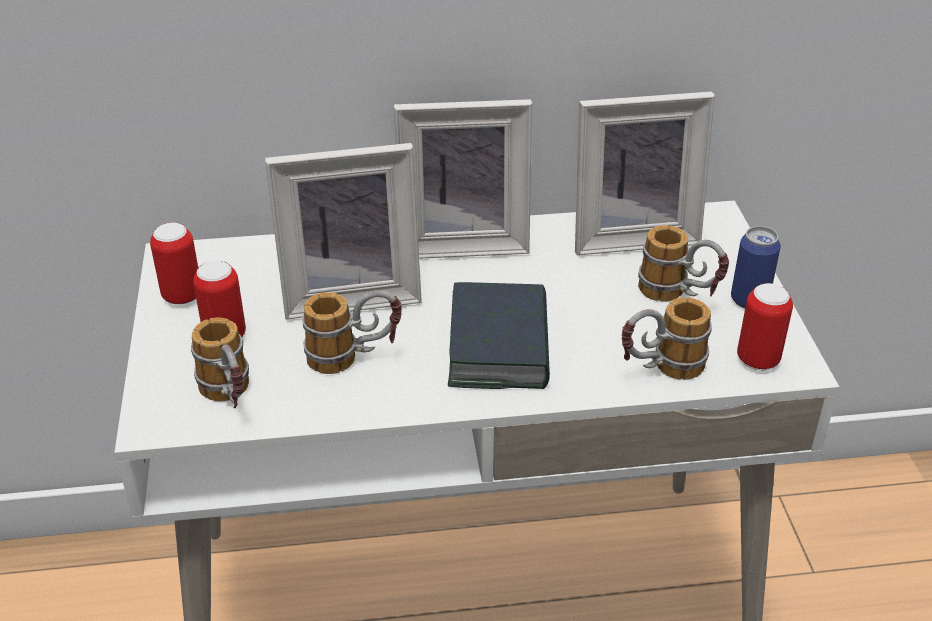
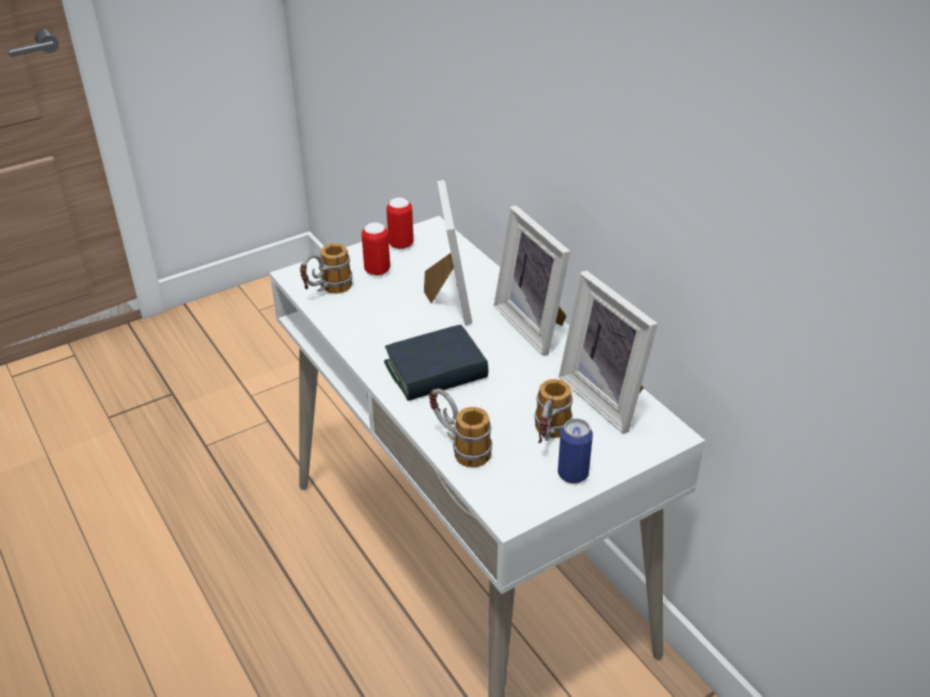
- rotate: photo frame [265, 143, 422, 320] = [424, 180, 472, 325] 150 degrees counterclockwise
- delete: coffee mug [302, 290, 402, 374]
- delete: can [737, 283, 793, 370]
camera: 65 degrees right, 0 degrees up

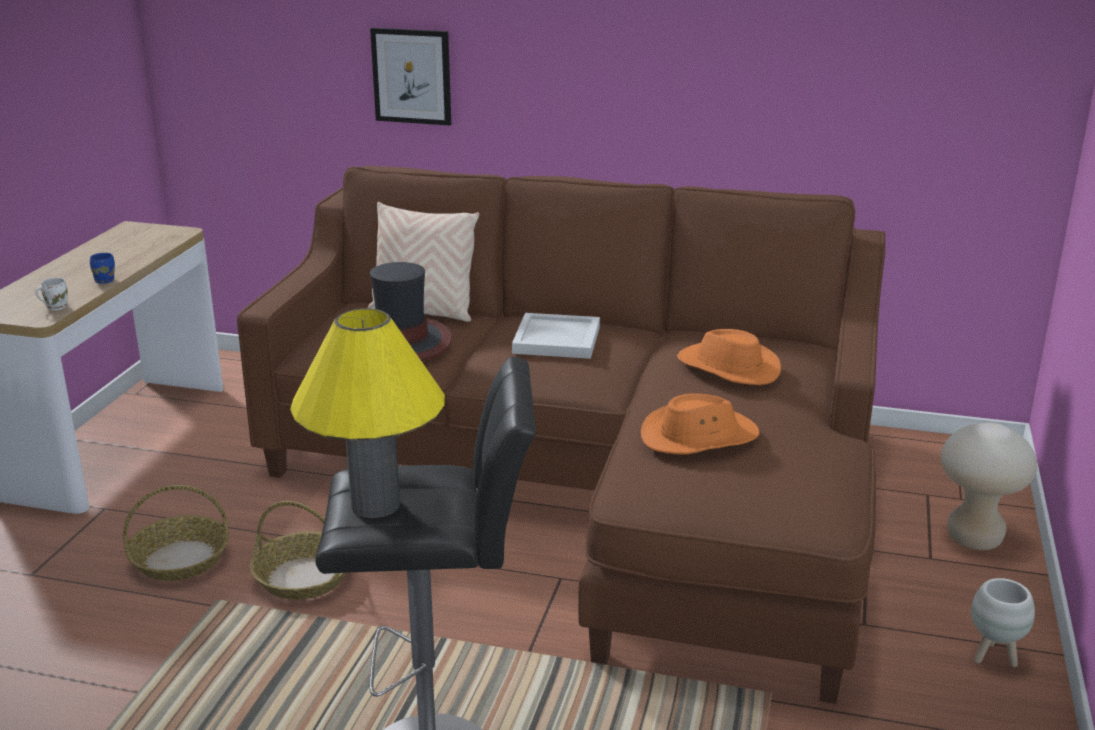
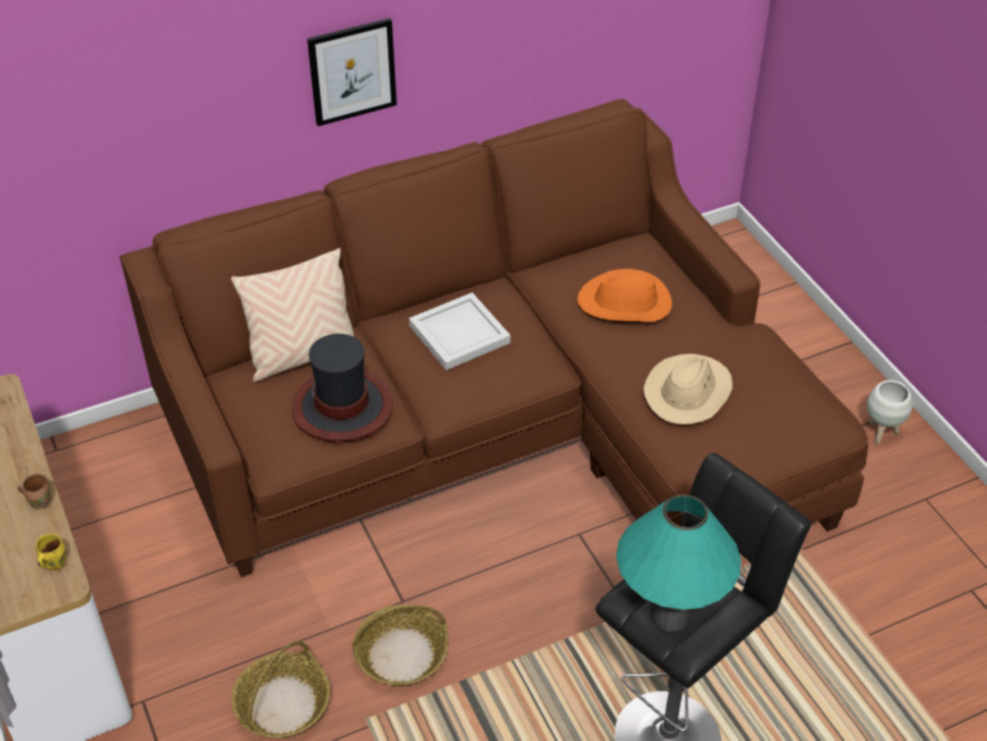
- recolor: coffee mug/white [35, 277, 68, 311] to coffee mug/yellow-coloured [36, 534, 66, 571]
- recolor: coffee mug/bluish [90, 253, 115, 283] to coffee mug/brownish [17, 473, 51, 509]
- recolor: table lamp/yellow-coloured [290, 308, 445, 518] to table lamp/turquoise-coloured [616, 494, 741, 632]
- move: wall art [370, 28, 451, 125] to [307, 18, 397, 126]
- recolor: clothing hat/orange-coloured [641, 393, 760, 455] to clothing hat/sand-coloured [643, 354, 733, 425]
- delete: stool seat/sand-coloured [941, 423, 1037, 550]
camera: 40 degrees left, 20 degrees up

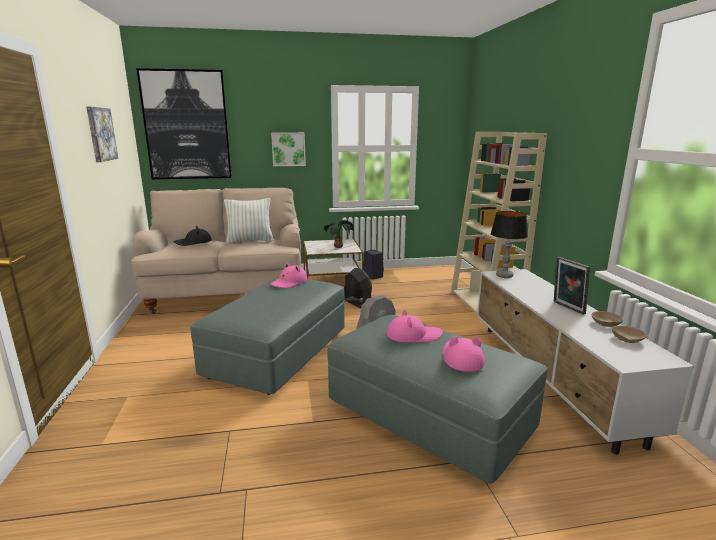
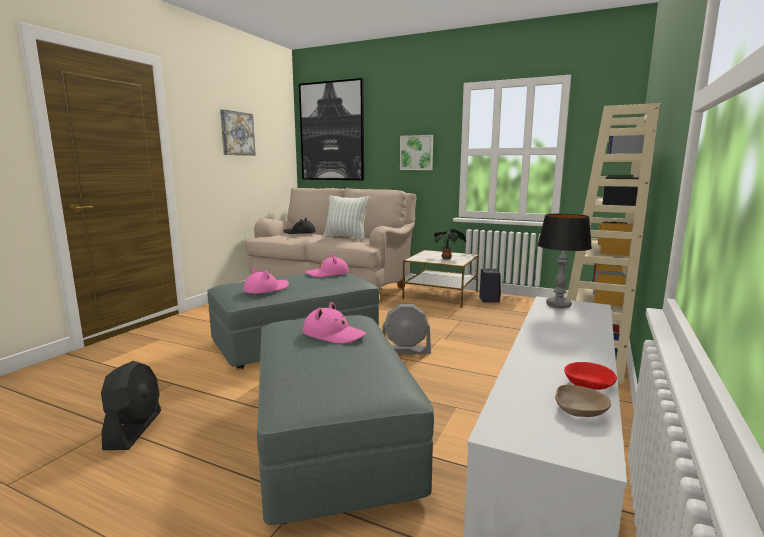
- move: fan/blackish [344, 268, 372, 308] to [101, 361, 161, 450]
- move: clothing hat/pinkish [443, 337, 485, 372] to [243, 268, 289, 294]
- delete: photo frame [554, 257, 590, 315]
- recolor: bowl/sand-coloured [591, 311, 623, 327] to bowl/red-coloured [564, 362, 617, 390]
camera: 35 degrees right, 5 degrees down

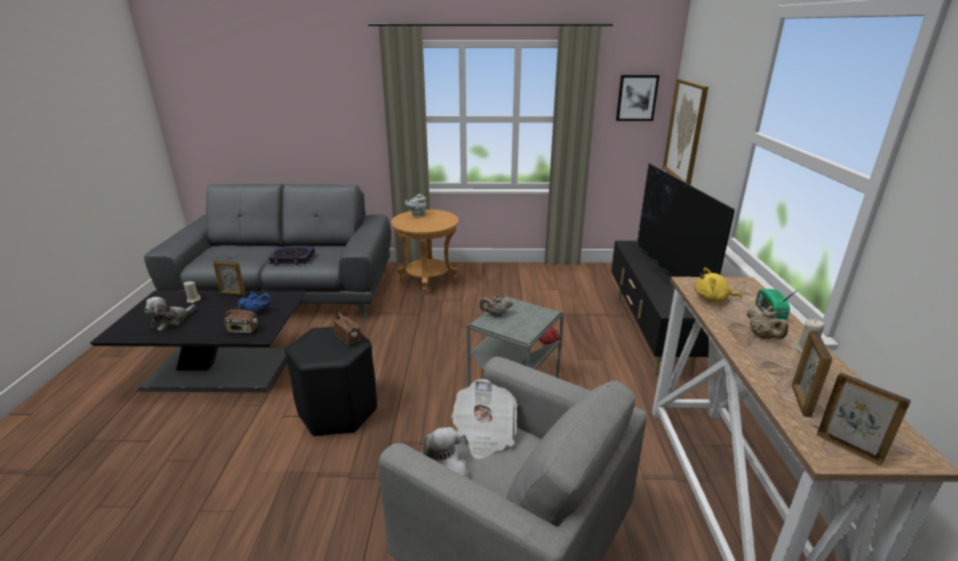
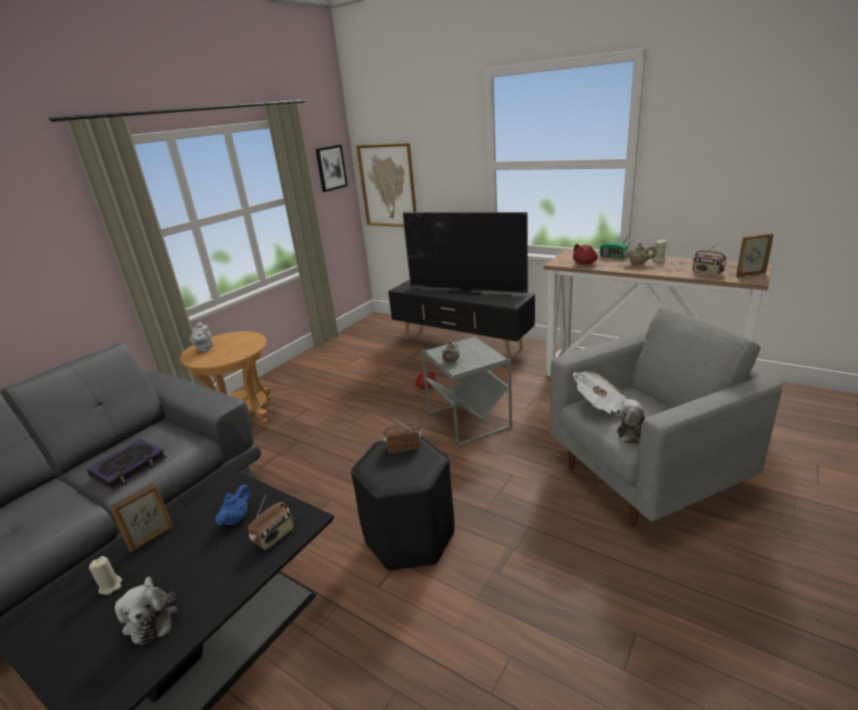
- recolor: cuddly toy/yellow-coloured [695, 268, 742, 303] to cuddly toy/red-coloured [573, 244, 598, 264]
- replace: photo frame [792, 330, 832, 417] to radio set [692, 242, 726, 275]
camera: 55 degrees left, 0 degrees up

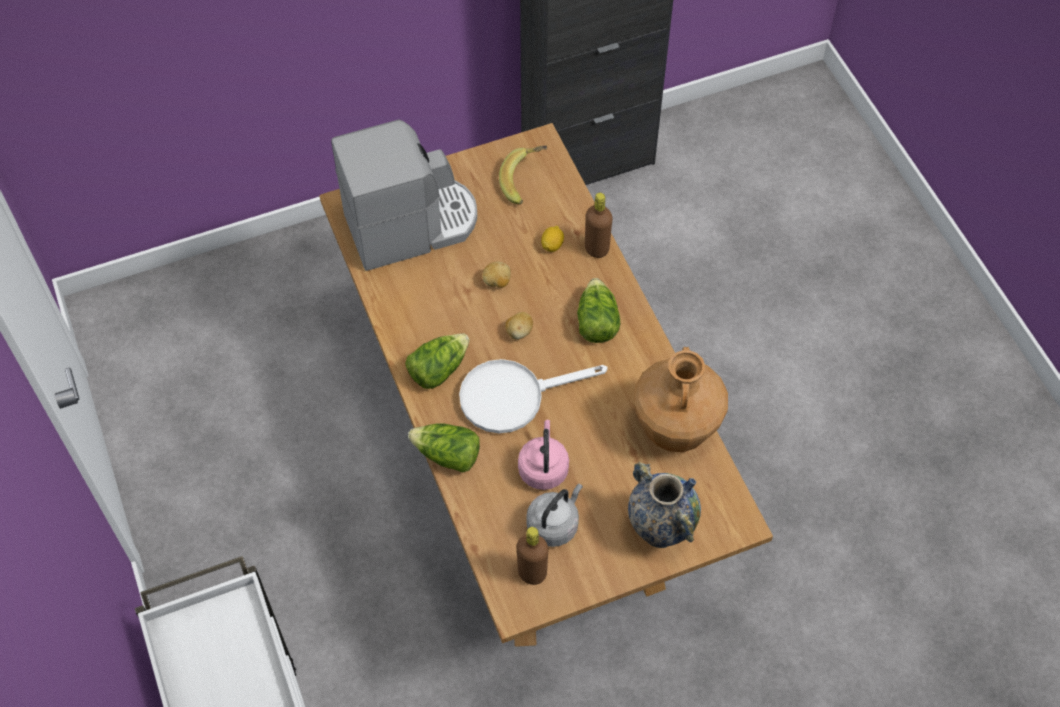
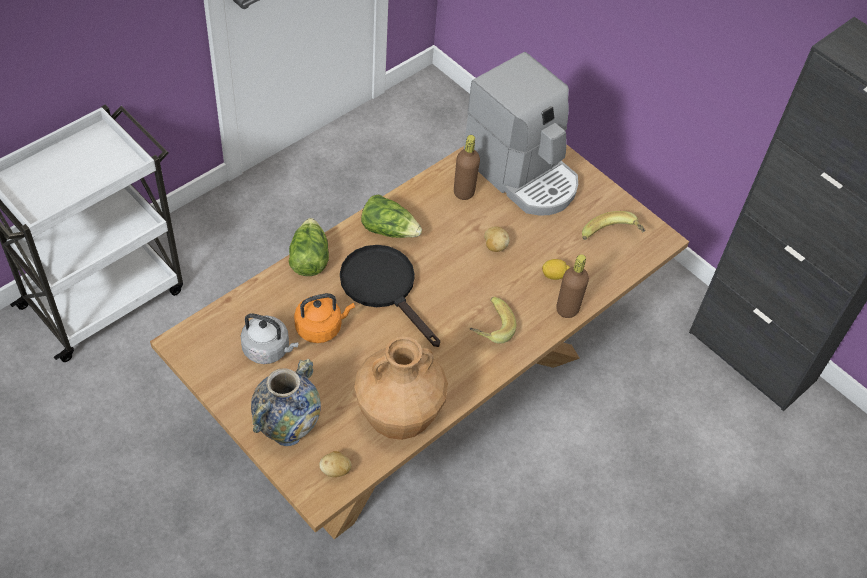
- recolor: frying pan/white [459, 359, 608, 433] to frying pan/blackish [340, 245, 440, 347]
- move: whole potato [505, 312, 533, 340] to [319, 451, 351, 477]
- move: drink bottle/brownish [517, 527, 548, 585] to [454, 135, 480, 200]
- recolor: water kettle/pinkish [518, 420, 569, 490] to water kettle/orange-coloured [294, 293, 355, 343]
- replace: head of lettuce [577, 278, 620, 343] to banana [470, 297, 516, 344]
camera: 65 degrees right, 5 degrees down

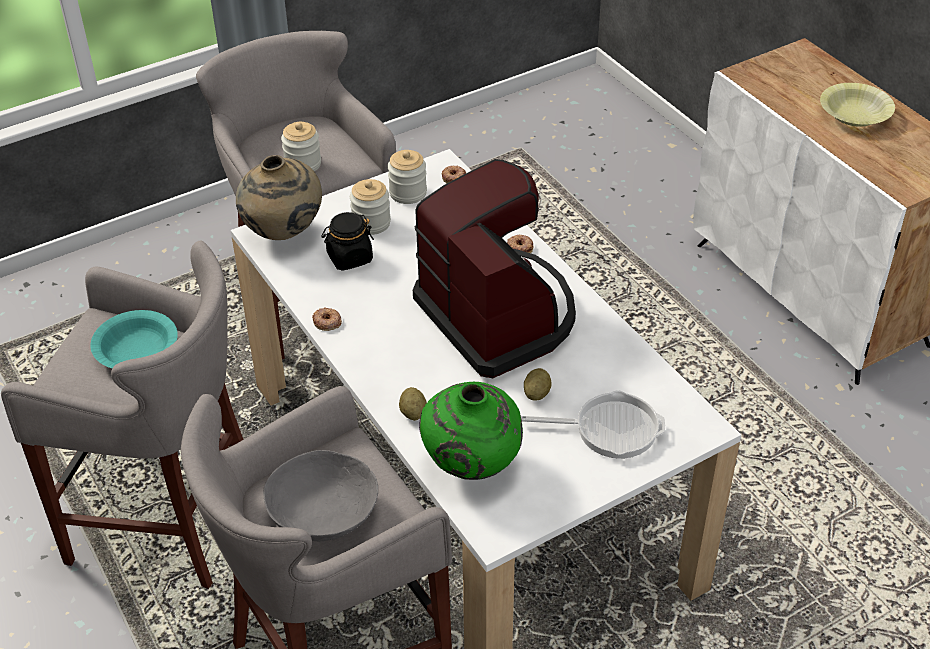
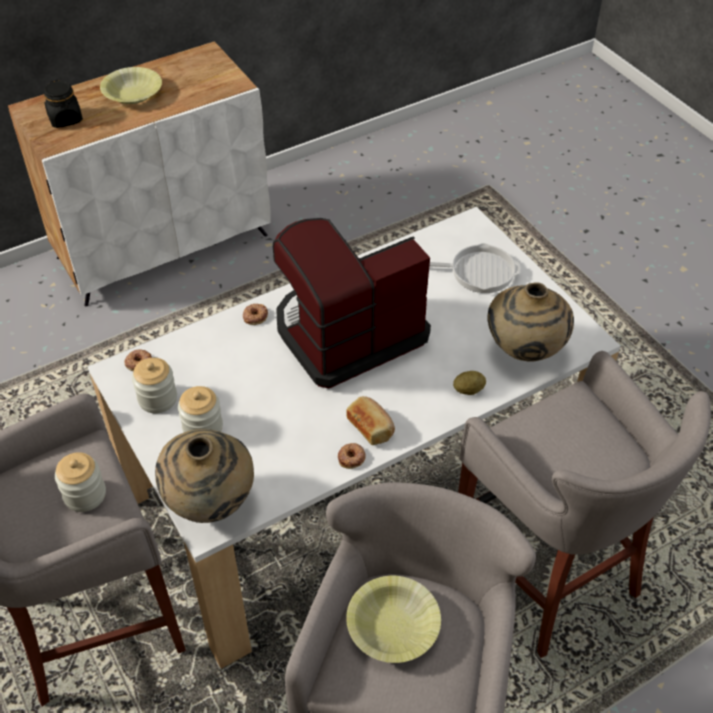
- recolor: bowl/turquoise-coloured [90, 310, 178, 368] to bowl/yellow-coloured [346, 576, 441, 663]
- delete: bowl/grey [263, 450, 378, 542]
- move: storage jar/blackish [321, 212, 374, 271] to [44, 80, 83, 128]
- recolor: flower vase/greenish [419, 382, 523, 480] to flower vase/sand-coloured [487, 282, 574, 362]
- rotate: frying pan [521, 390, 665, 459] = [429, 243, 520, 293] 90 degrees clockwise
- delete: whole potato [524, 368, 551, 401]
- insert: bread [346, 396, 395, 445]
camera: 90 degrees left, 5 degrees up

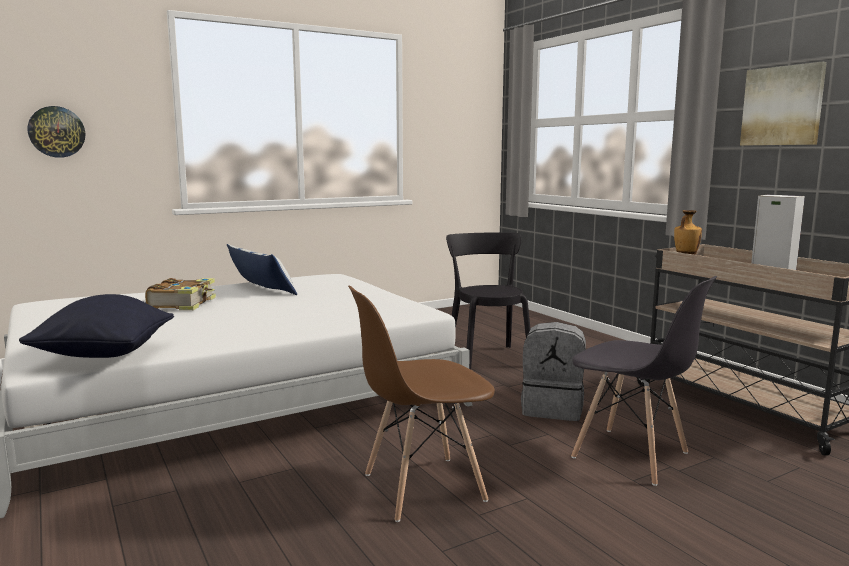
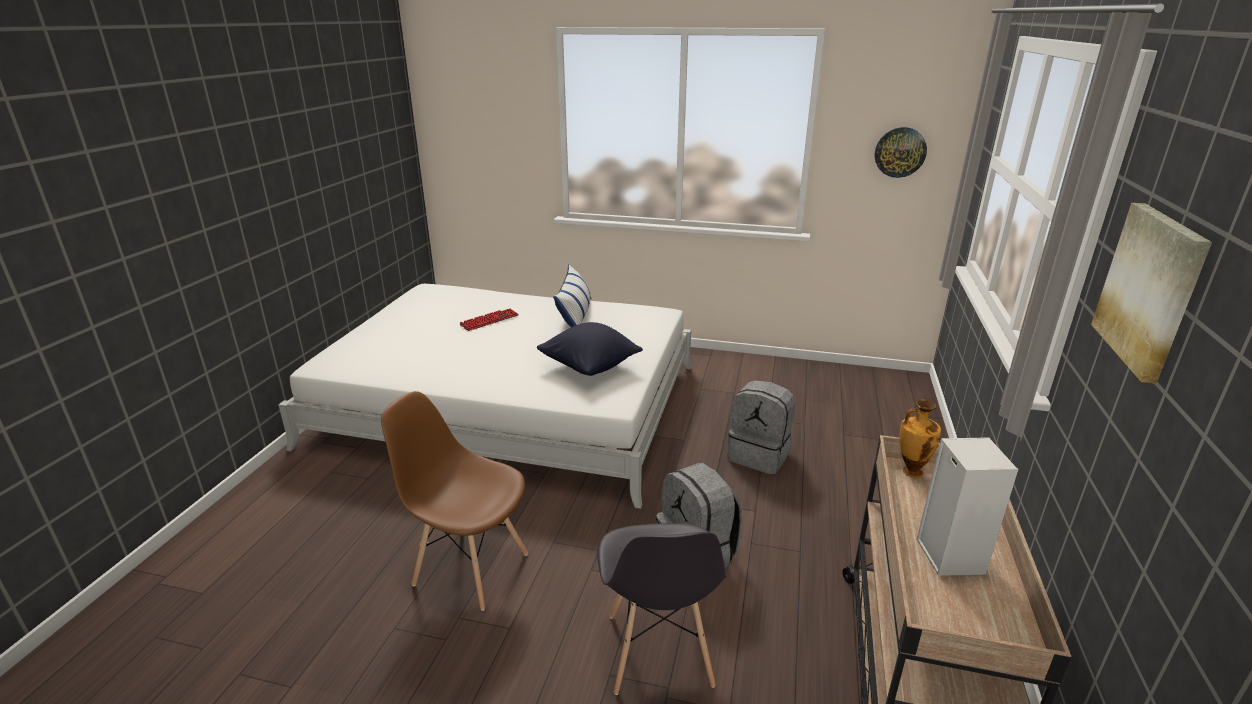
- move: pillow/blackish [19, 294, 174, 358] to [537, 322, 643, 376]
- move: clock on the wall [28, 106, 85, 158] to [874, 127, 927, 178]
- replace: book [145, 278, 216, 310] to computer keyboard [459, 308, 519, 331]
- replace: upright chair/blackish [446, 232, 531, 370] to rucksack/grey [728, 380, 796, 475]
camera: 45 degrees right, 15 degrees up

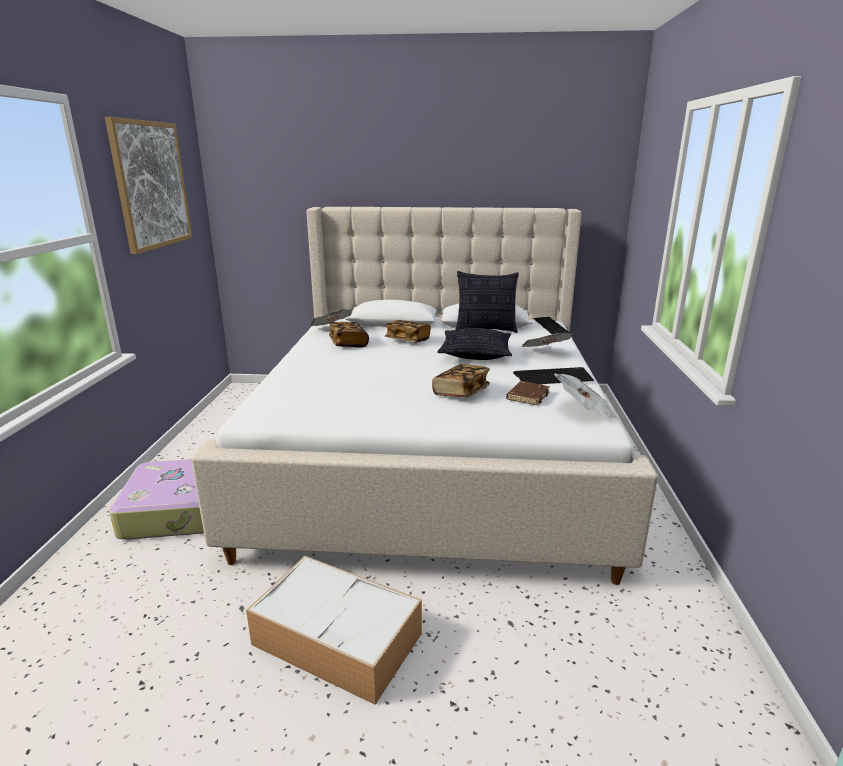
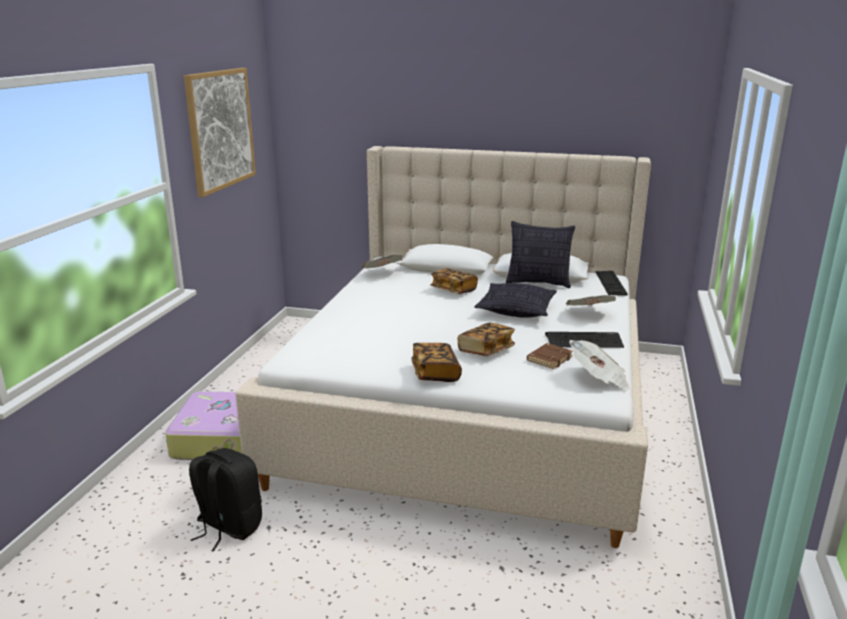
- delete: storage bin [246, 556, 422, 705]
- move: book [329, 322, 369, 348] to [412, 343, 462, 382]
- insert: rucksack/blackish [189, 448, 262, 552]
camera: 10 degrees right, 0 degrees up

